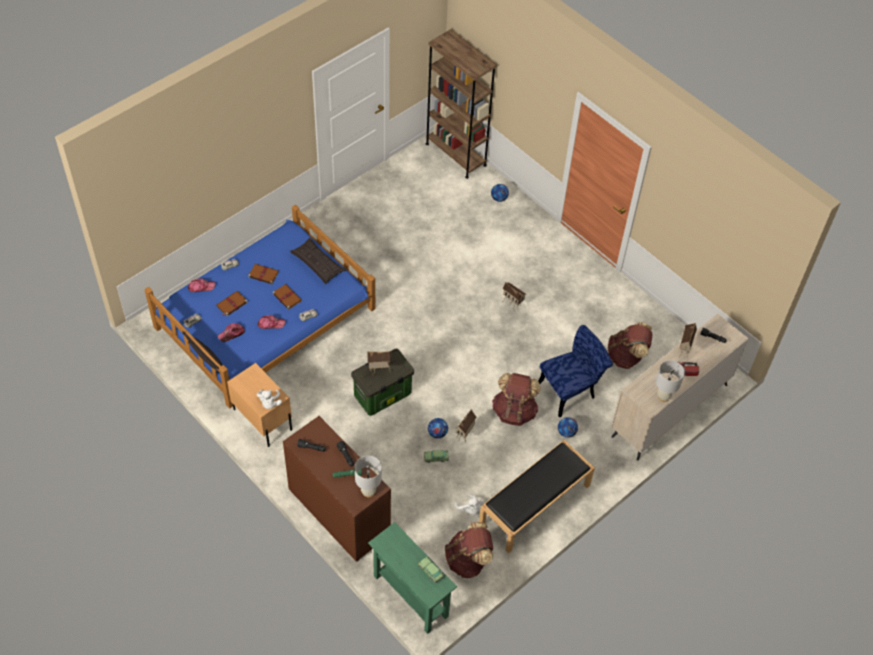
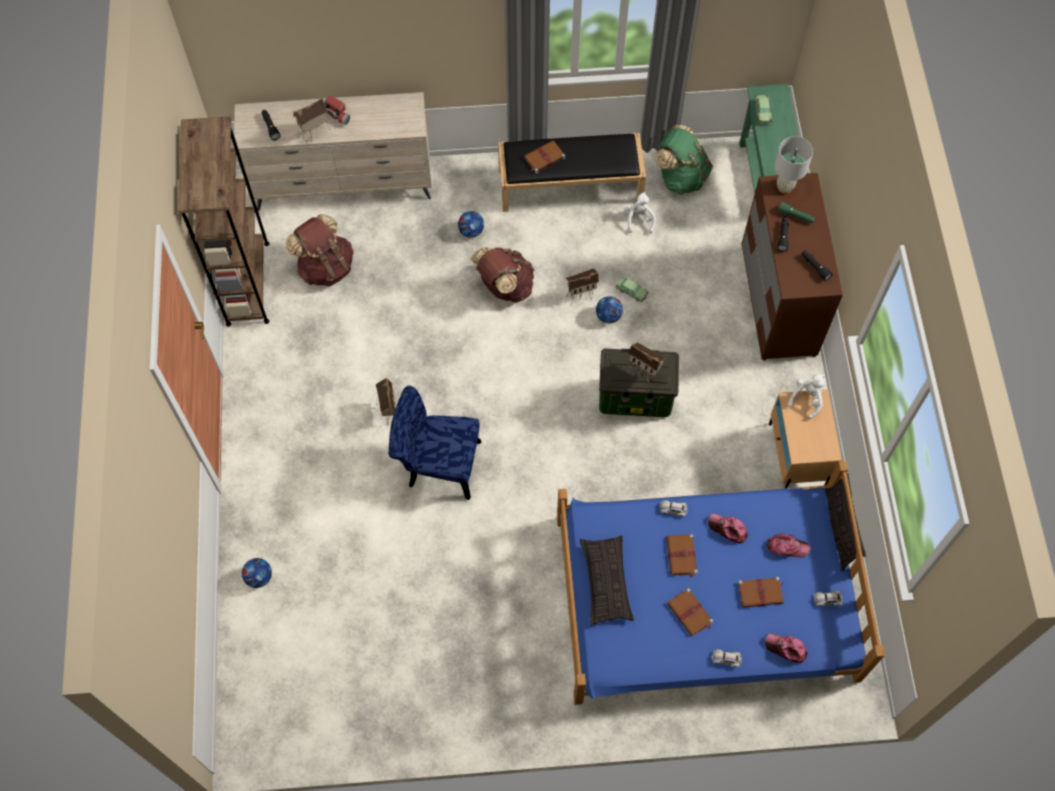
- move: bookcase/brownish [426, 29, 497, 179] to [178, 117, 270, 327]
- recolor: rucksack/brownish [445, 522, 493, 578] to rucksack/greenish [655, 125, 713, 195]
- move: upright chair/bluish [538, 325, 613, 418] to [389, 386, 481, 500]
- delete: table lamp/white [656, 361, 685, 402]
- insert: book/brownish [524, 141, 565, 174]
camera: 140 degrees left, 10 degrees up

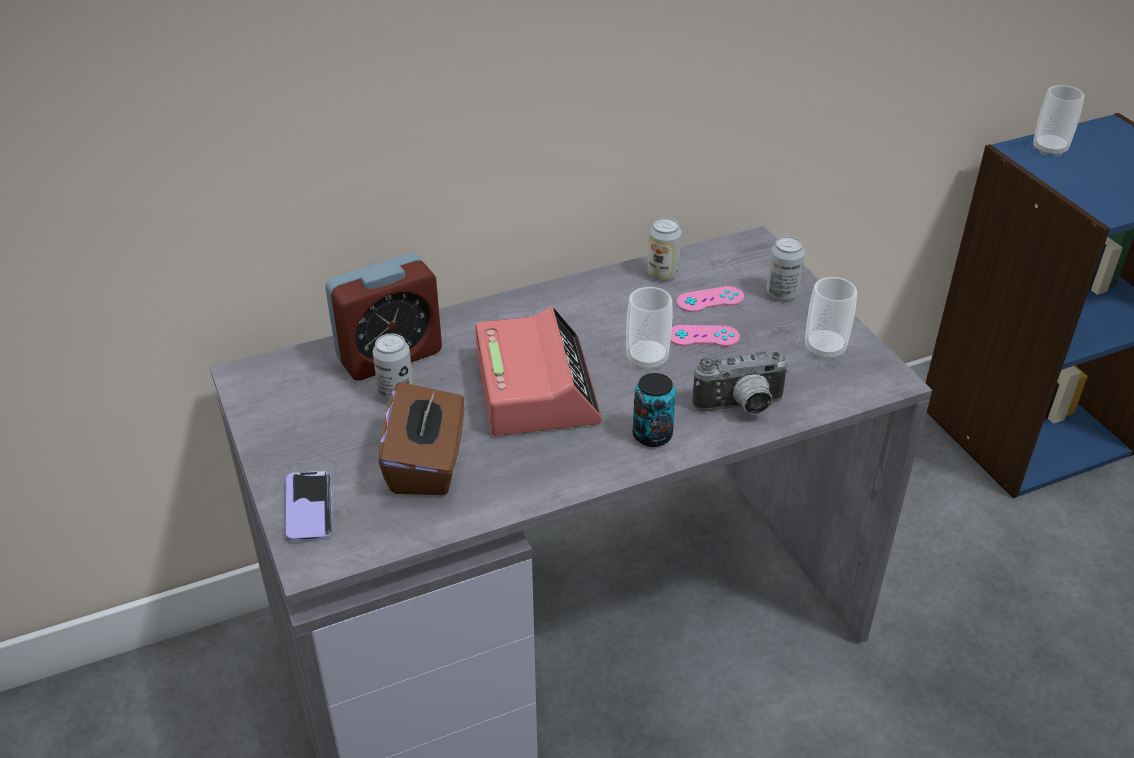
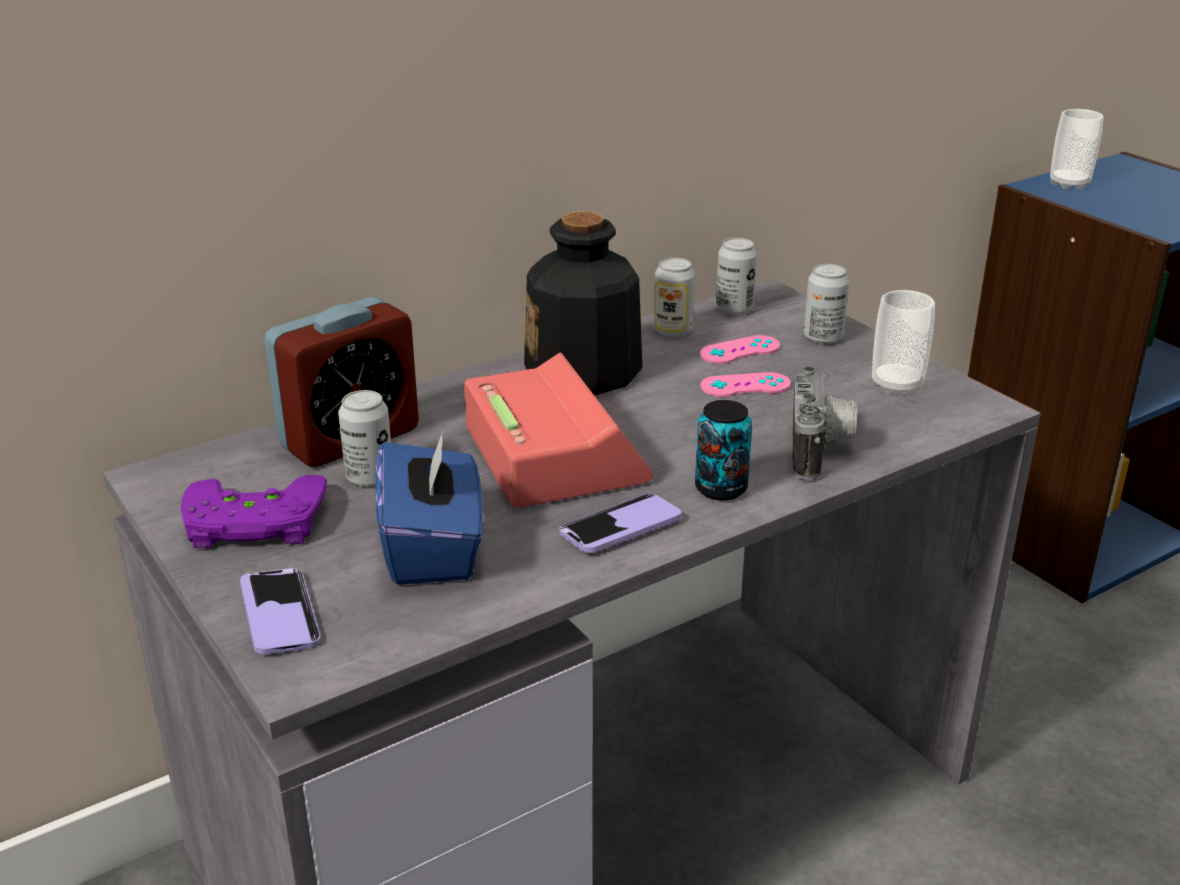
- recolor: box of tissues/brownish [379, 382, 464, 495] to box of tissues/bluish [375, 428, 483, 585]
- delete: small cup [626, 287, 673, 370]
- rotate: photo camera [692, 351, 789, 415] = [793, 367, 857, 480] 60 degrees counterclockwise
- insert: game controller/purplish [181, 475, 327, 548]
- insert: drink bottle [524, 211, 642, 395]
- insert: telephone [559, 494, 681, 553]
- insert: can [716, 238, 757, 315]
camera: 10 degrees left, 10 degrees down

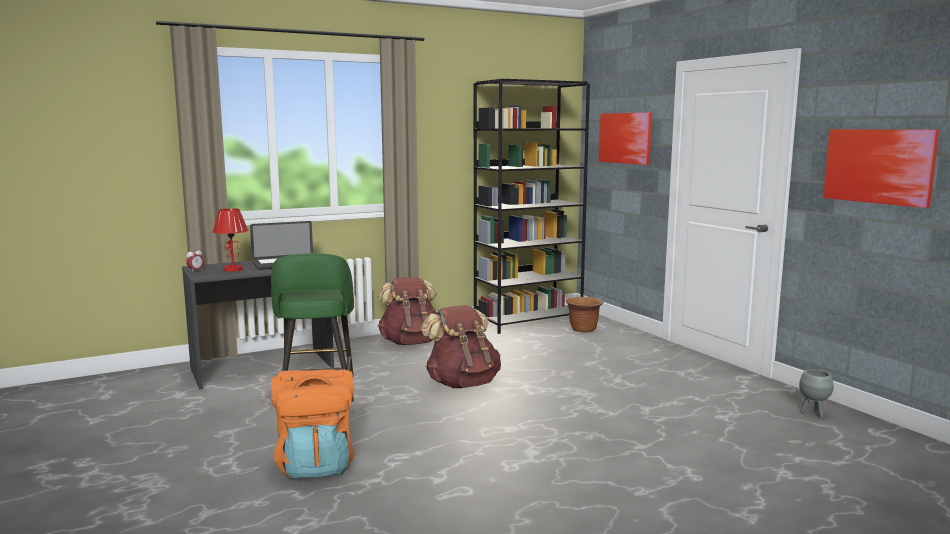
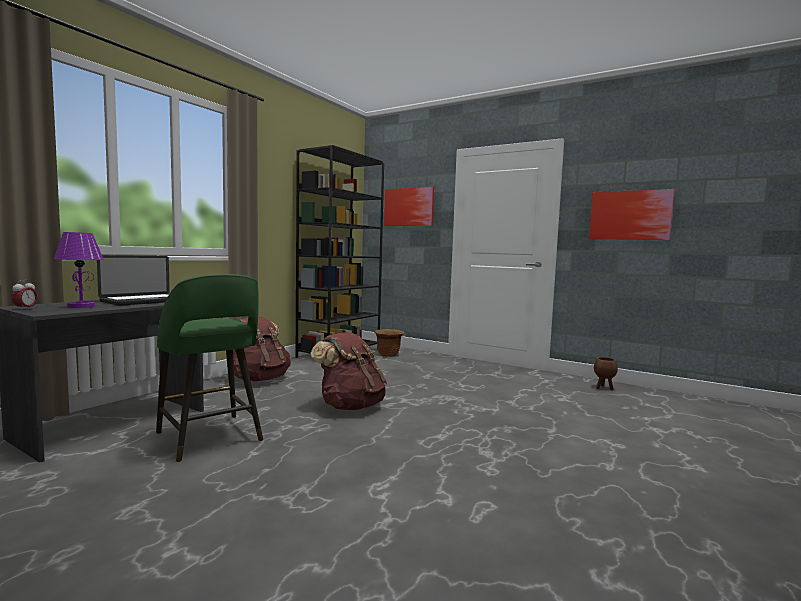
- recolor: table lamp/red-coloured [213, 208, 248, 272] to table lamp/purplish [54, 232, 104, 308]
- delete: rucksack/orange-coloured [271, 369, 354, 479]
- recolor: planter/grey [799, 369, 834, 418] to planter/brownish [594, 357, 618, 390]
camera: 30 degrees left, 5 degrees down

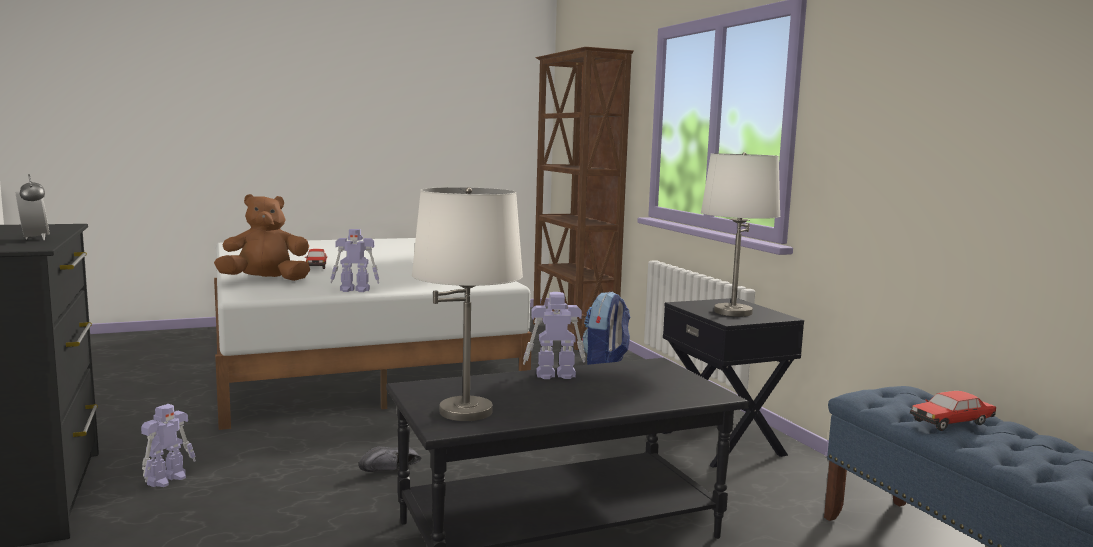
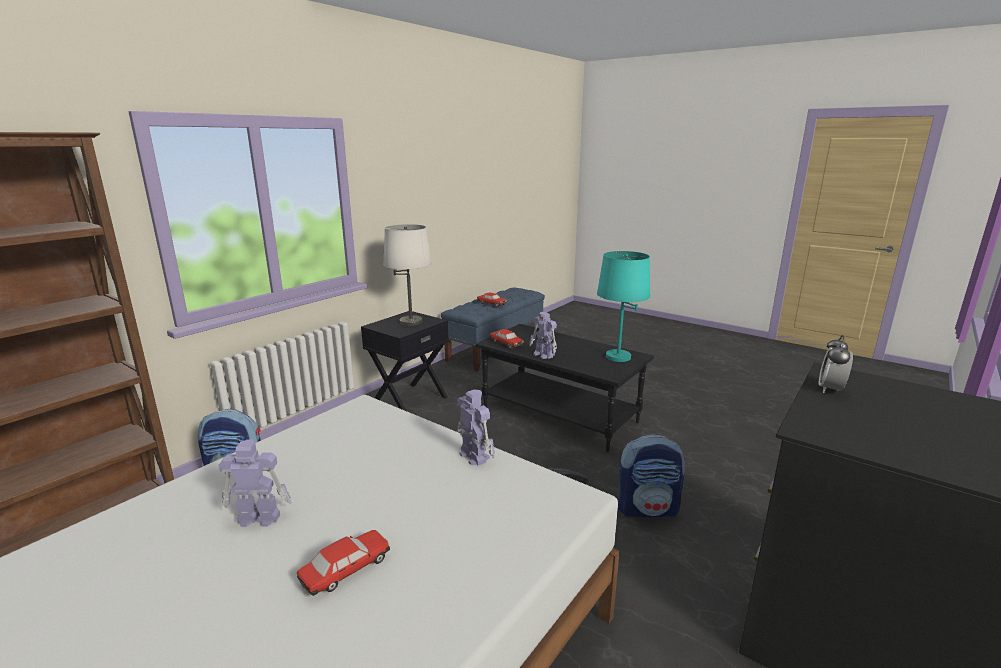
- move: robot figure [141, 404, 196, 487] to [219, 439, 292, 527]
- delete: cuddly toy/brownish [214, 194, 310, 281]
- recolor: table lamp/white [412, 187, 523, 421] to table lamp/turquoise-coloured [597, 251, 650, 362]
- insert: toy car [490, 329, 524, 350]
- insert: rucksack [618, 434, 685, 518]
camera: 120 degrees left, 10 degrees up

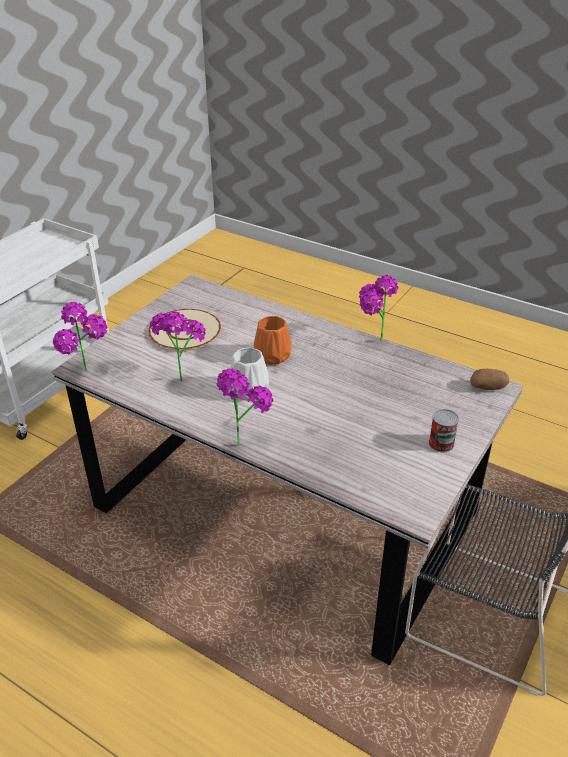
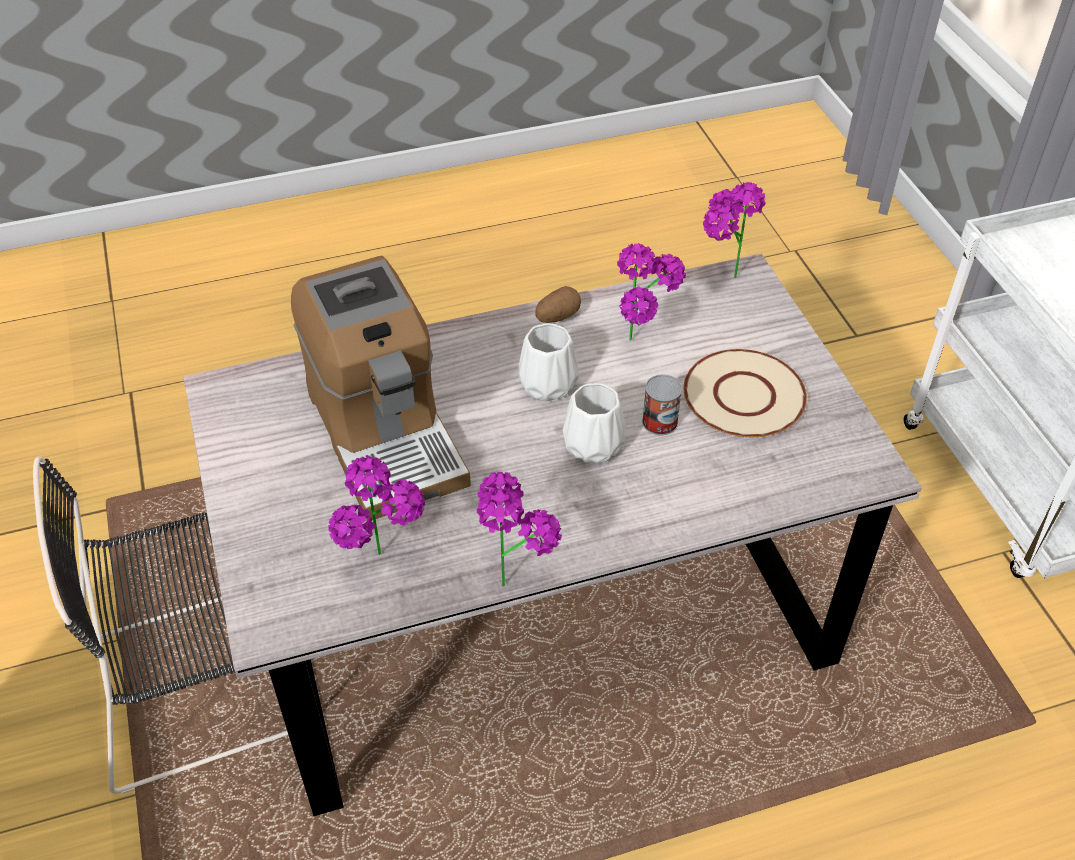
- move: potted plant [216, 368, 273, 446] to [328, 456, 425, 555]
- recolor: flower vase/orange-coloured [254, 316, 291, 365] to flower vase/white [563, 383, 626, 463]
- move: can [429, 409, 459, 452] to [642, 375, 682, 435]
- move: whole potato [470, 369, 509, 390] to [536, 286, 581, 323]
- insert: coffee brewer [291, 256, 471, 520]
camera: 130 degrees right, 10 degrees up

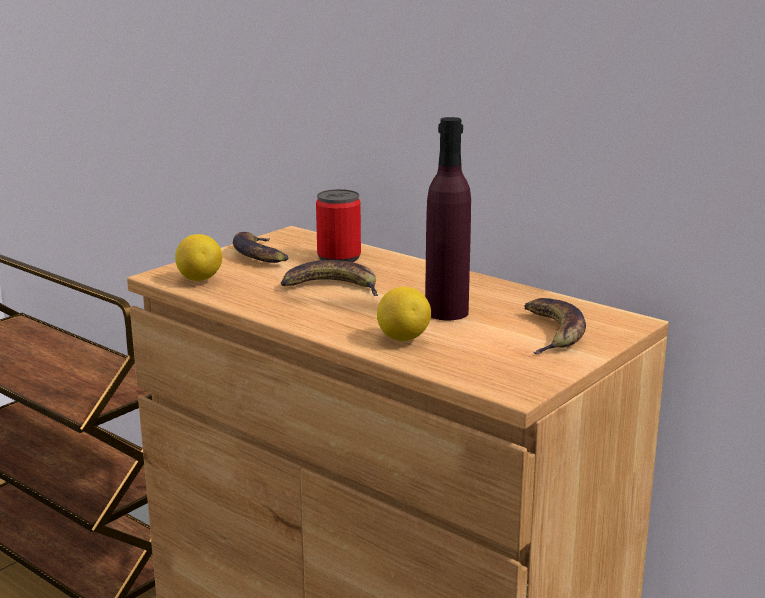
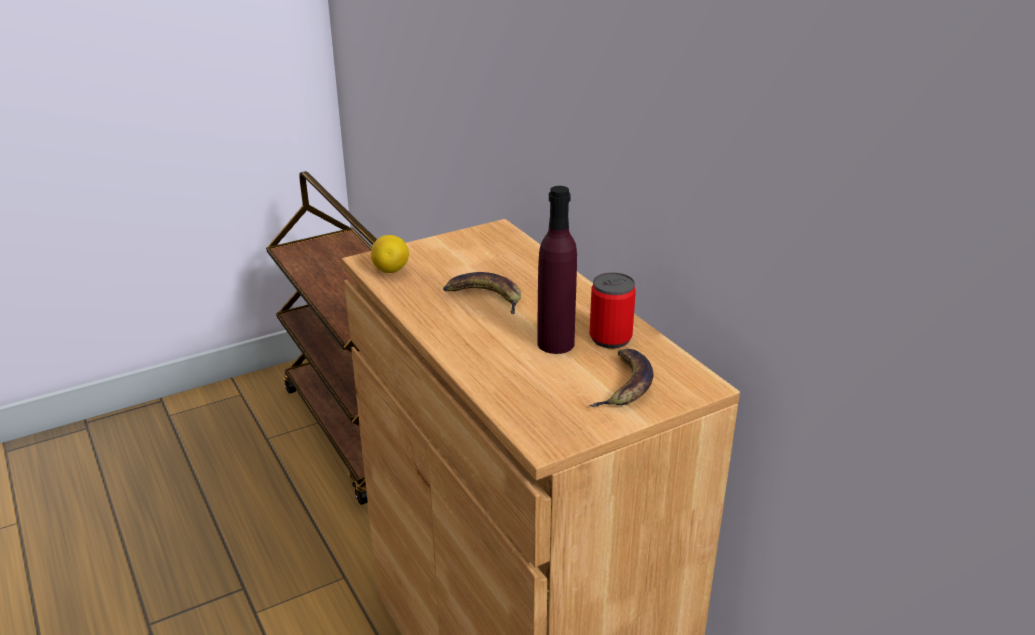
- delete: banana [233, 232, 288, 263]
- move: can [316, 189, 361, 262] to [590, 272, 636, 348]
- delete: lemon [377, 287, 431, 341]
camera: 20 degrees right, 10 degrees up

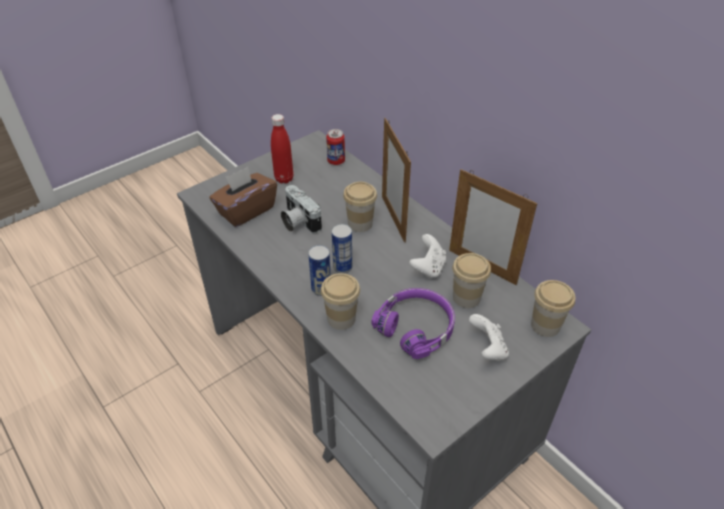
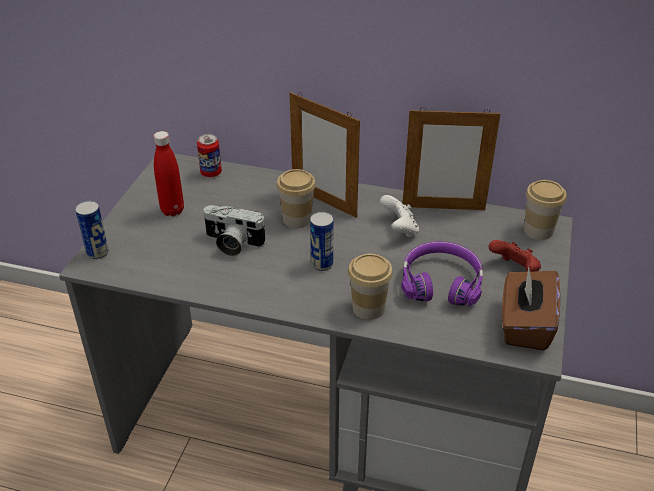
- move: box of tissues/brownish [210, 167, 277, 227] to [502, 266, 560, 351]
- move: can [308, 245, 331, 296] to [75, 201, 109, 259]
- delete: small cup [452, 253, 491, 308]
- recolor: game controller/white [469, 314, 509, 361] to game controller/red-coloured [489, 240, 541, 272]
camera: 35 degrees left, 5 degrees down

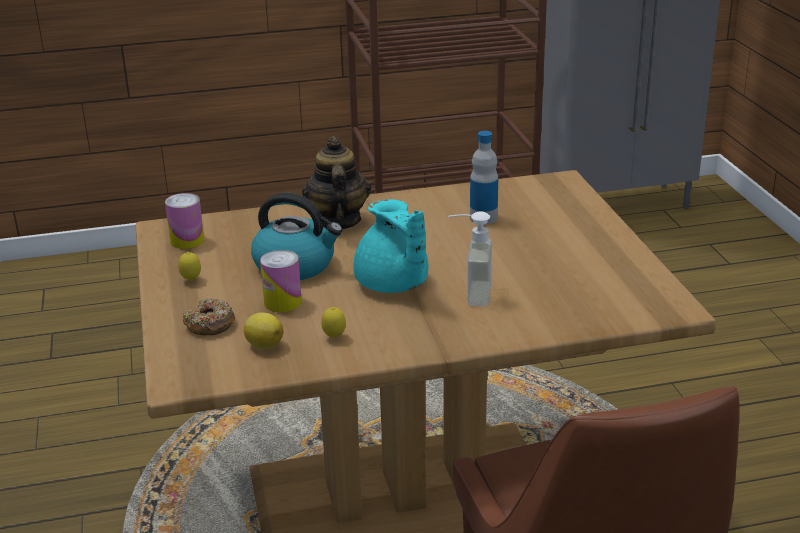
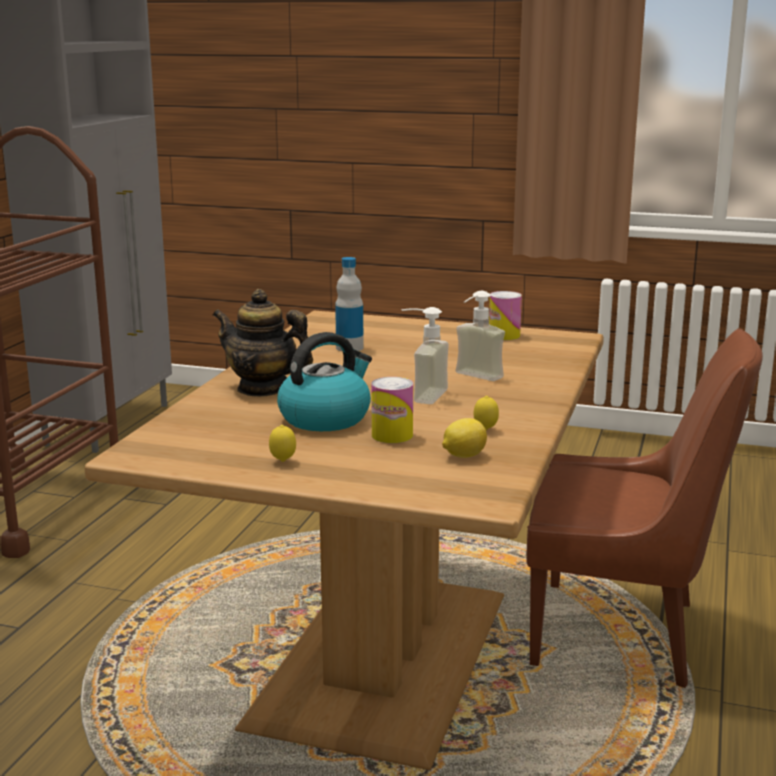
- move: can [165, 193, 204, 249] to [489, 291, 522, 340]
- delete: donut [183, 298, 235, 335]
- replace: tea pot/turquoise-coloured [354, 199, 428, 293] to soap dispenser [401, 307, 449, 404]
camera: 60 degrees left, 10 degrees down

